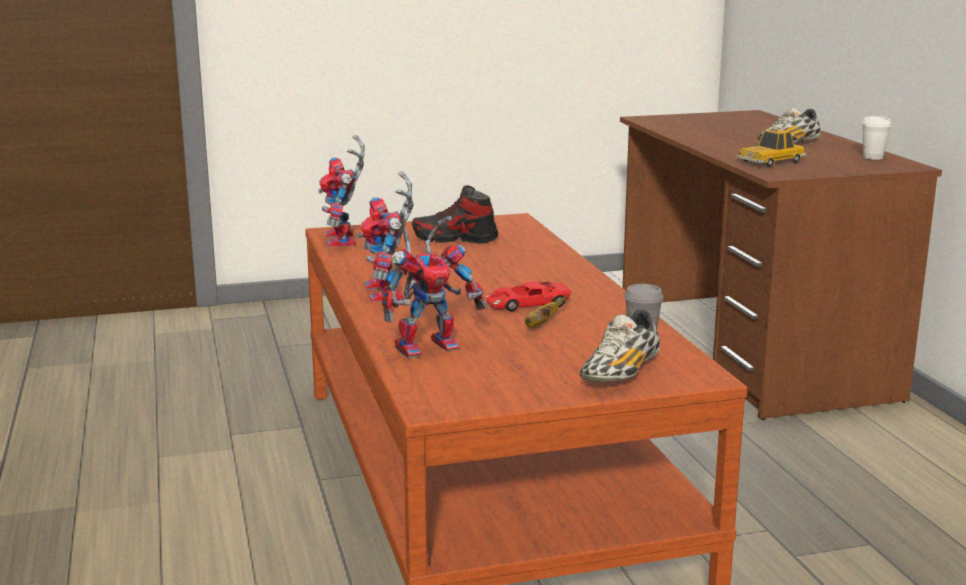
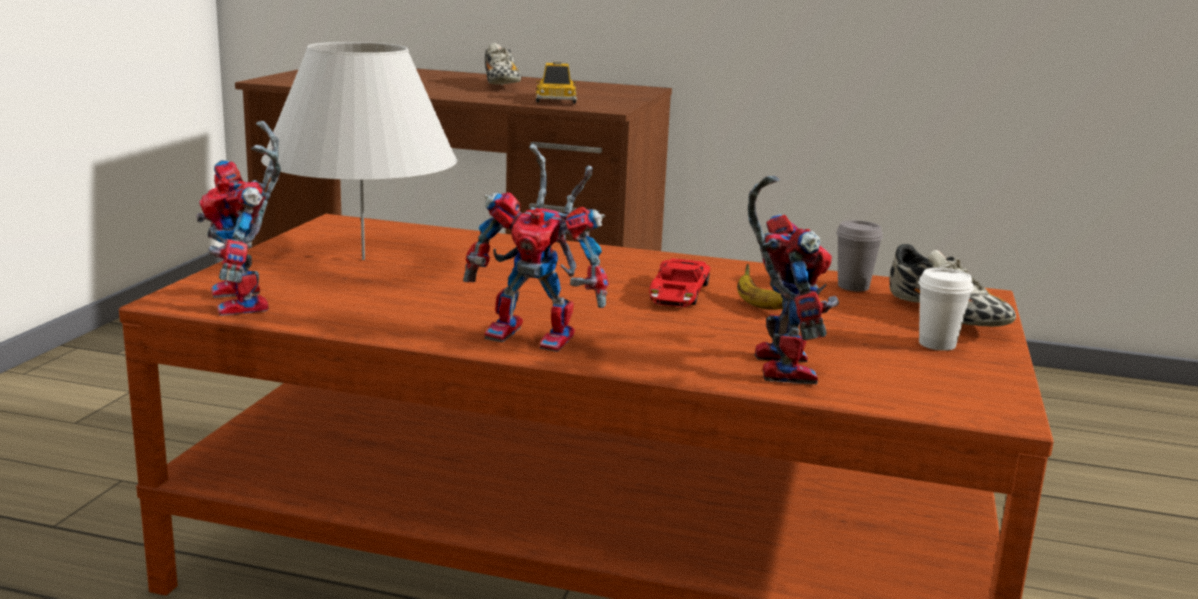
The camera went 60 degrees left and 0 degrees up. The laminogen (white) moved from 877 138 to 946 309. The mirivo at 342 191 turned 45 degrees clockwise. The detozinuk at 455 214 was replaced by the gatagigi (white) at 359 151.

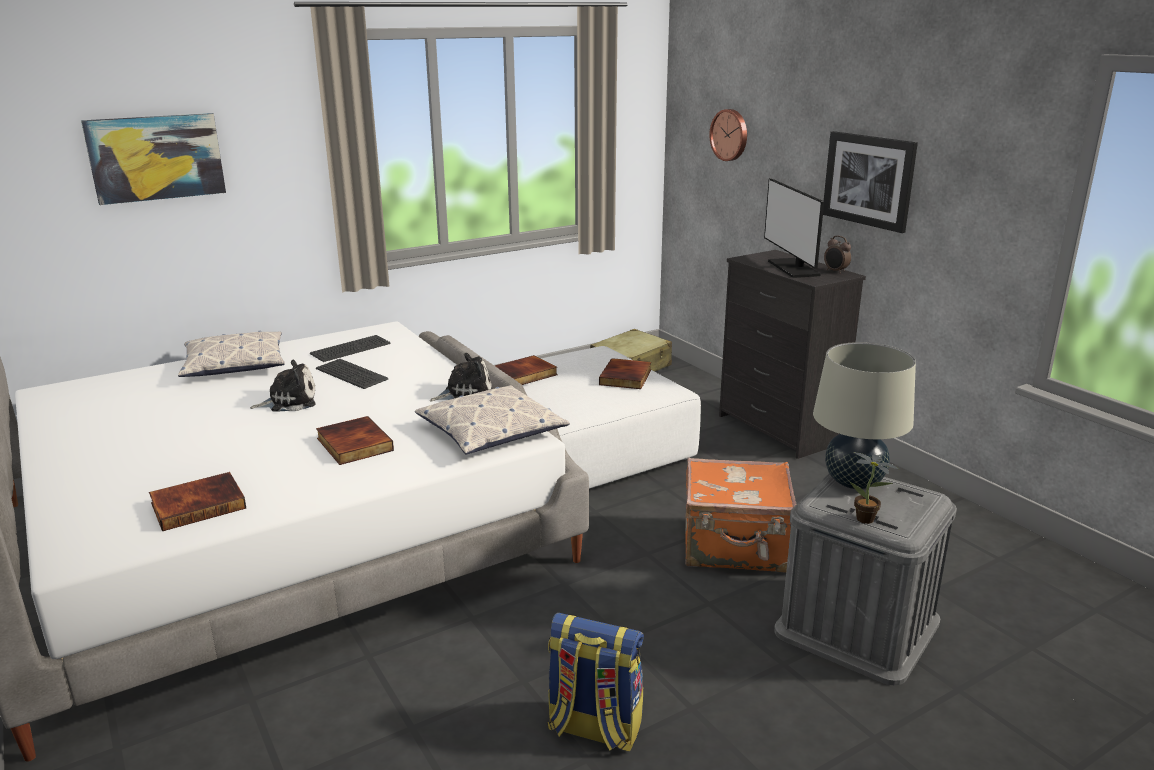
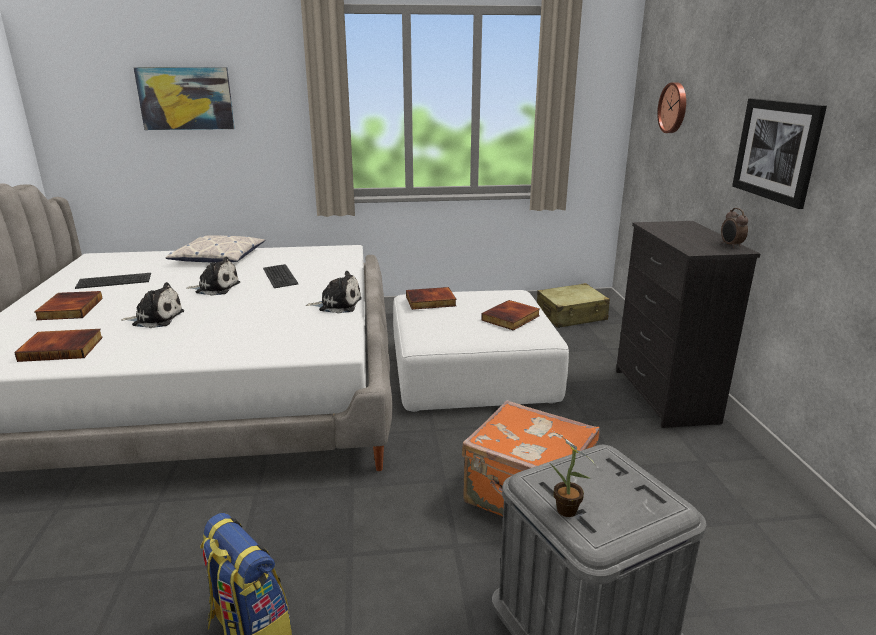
The camera went 25 degrees right and 0 degrees up. The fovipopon at 794 228 disappeared. The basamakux moved from 350 348 to 113 281. The gatagigi (beige) at 864 415 disappeared. The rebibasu at 492 420 disappeared. The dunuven moved from 355 440 to 68 305. The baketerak at 152 305 appeared.

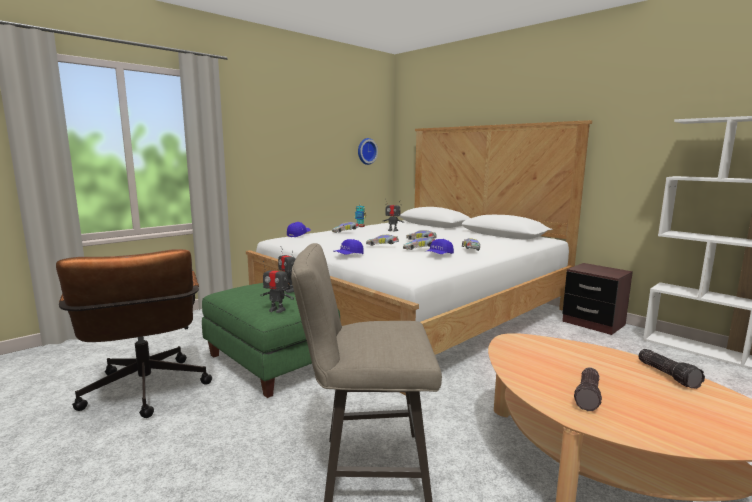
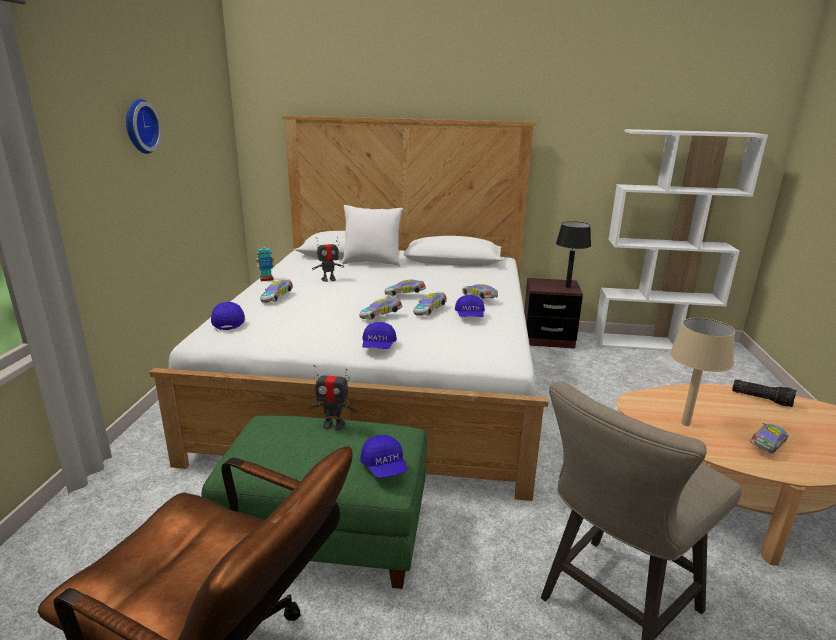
The camera went 40 degrees left and 10 degrees up. The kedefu moved from 368 151 to 144 126. The mirivo at 277 287 was replaced by the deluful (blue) at 383 456. The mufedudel at 588 389 was replaced by the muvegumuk at 769 438. The rebibasu (white) at 372 235 appeared. The gatagigi (black) at 573 254 appeared. The gatagigi (beige) at 702 372 appeared.

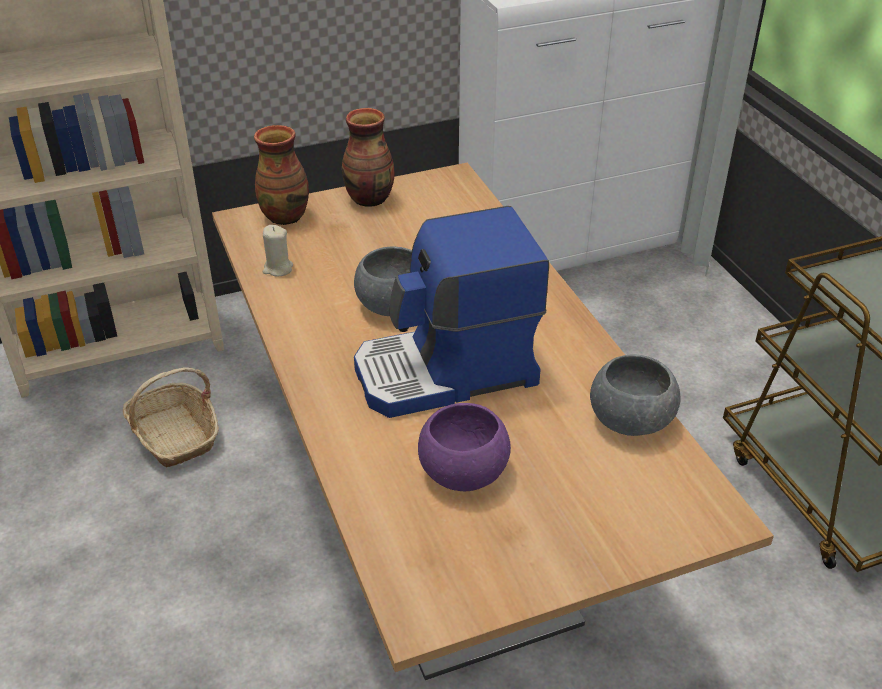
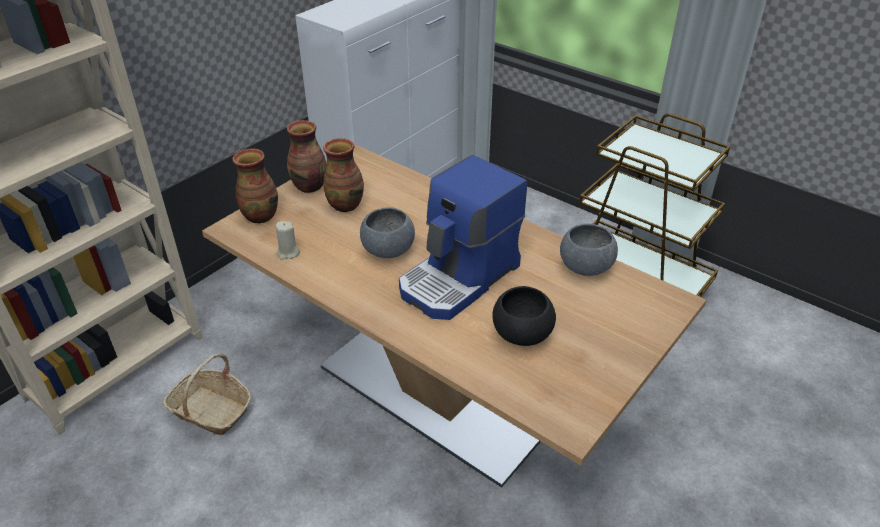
The camera went 30 degrees left and 0 degrees up. The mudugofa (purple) at 464 447 became the mudugofa (black) at 524 316. The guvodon at 343 175 appeared.

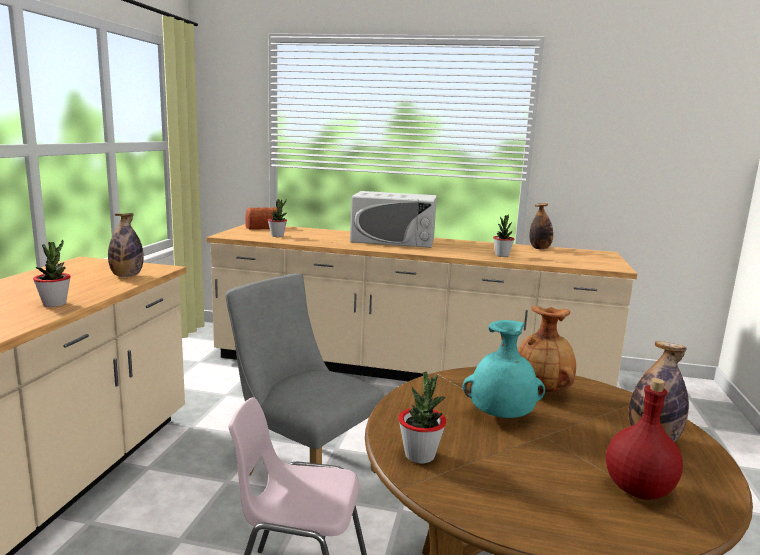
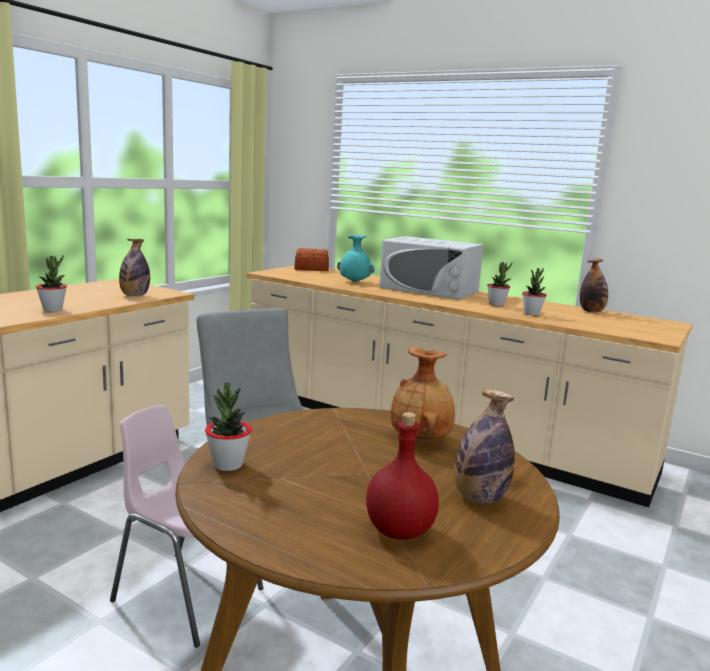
The camera went 20 degrees right and 0 degrees up. The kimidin moved from 277 218 to 499 284. The guvodon (turquoise) moved from 503 369 to 356 258.

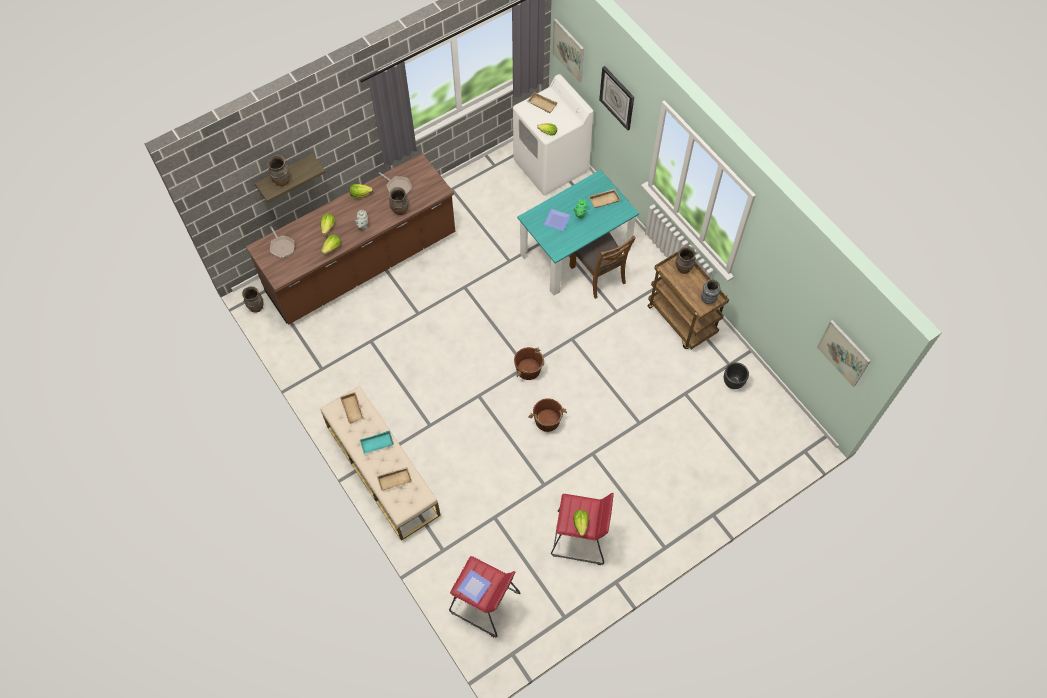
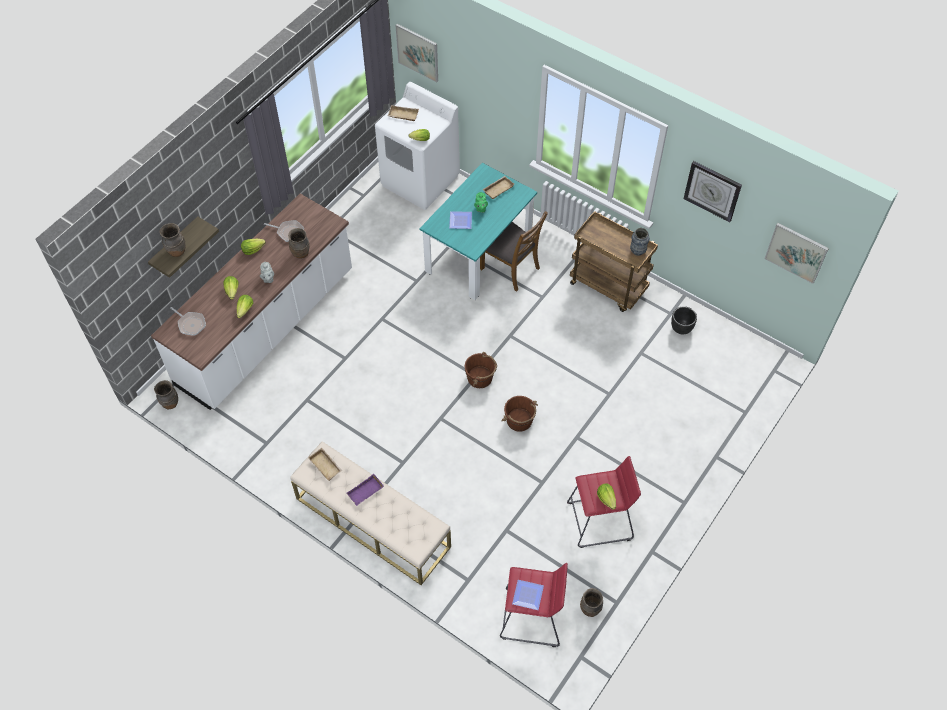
The camera went 20 degrees left and 5 degrees down. The kedefu moved from 616 98 to 712 191. The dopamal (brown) at 350 239 became the dopamal (white) at 251 302. The guvodon (brown) moved from 685 260 to 591 602. The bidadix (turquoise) at 377 442 became the bidadix (purple) at 365 490. The bidadix (beige) at 394 479 disappeared.

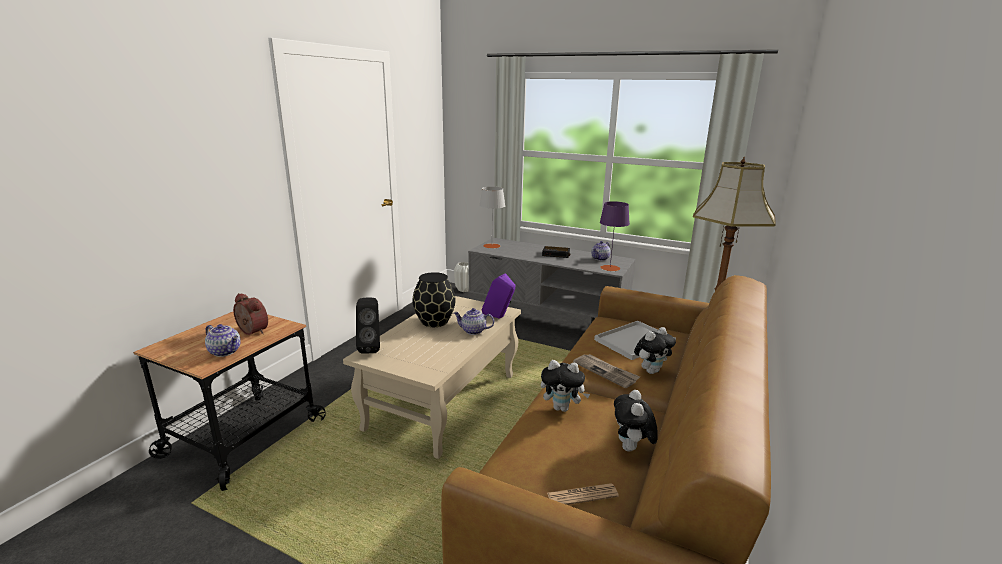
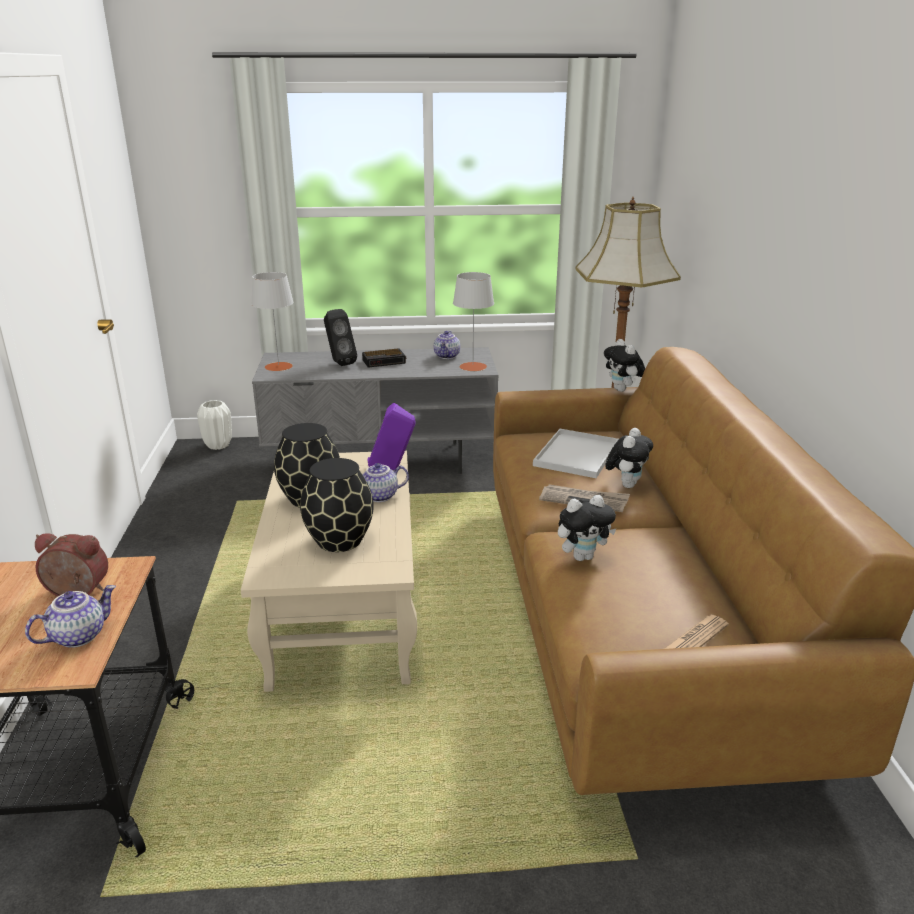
The camera went 30 degrees left and 5 degrees up. The gatagigi (purple) at 615 236 became the gatagigi (grey) at 473 321. The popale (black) moved from 368 325 to 340 337. The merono at 223 340 turned 45 degrees counterclockwise. The baketerak moved from 636 421 to 624 365. The guvodon (black) at 337 505 appeared.

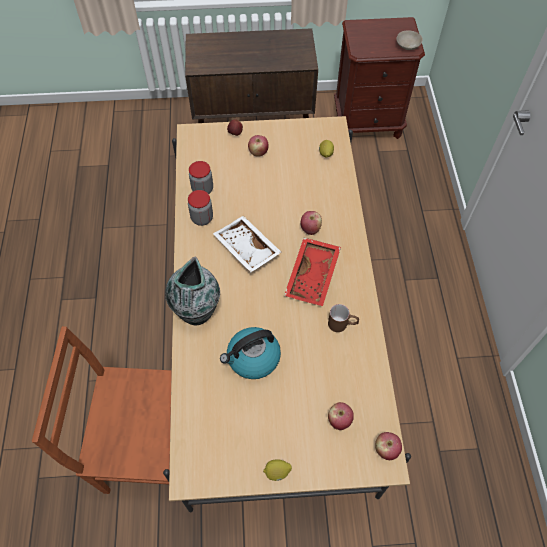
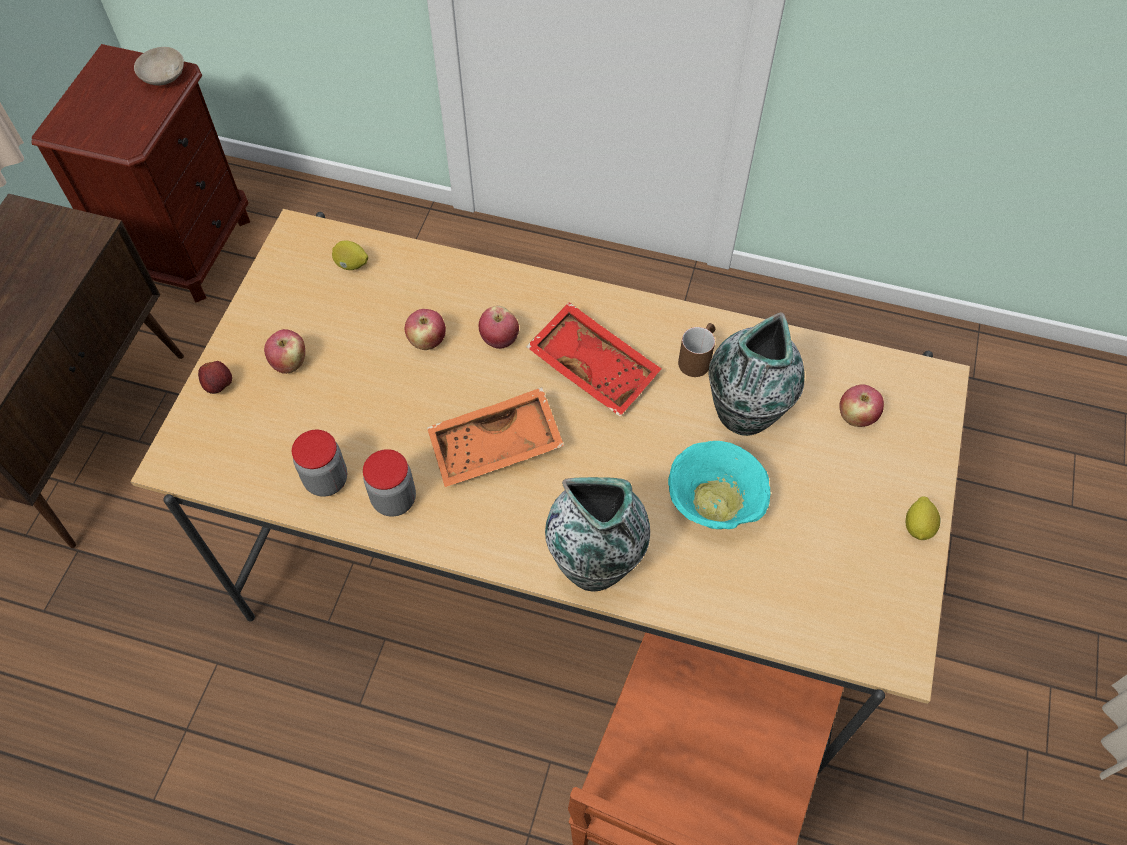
The camera went 70 degrees left and 0 degrees up. The bidadix (white) at 247 244 became the bidadix (orange) at 495 437. The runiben at 250 353 was replaced by the mudugofa (turquoise) at 719 485. The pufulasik moved from 388 446 to 425 329. The guvodon at 756 374 appeared.

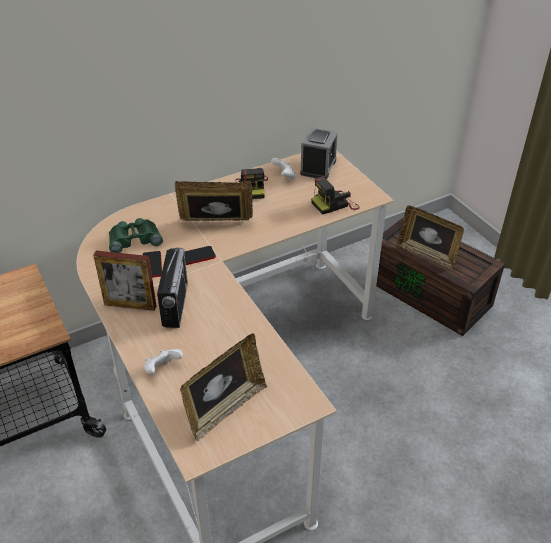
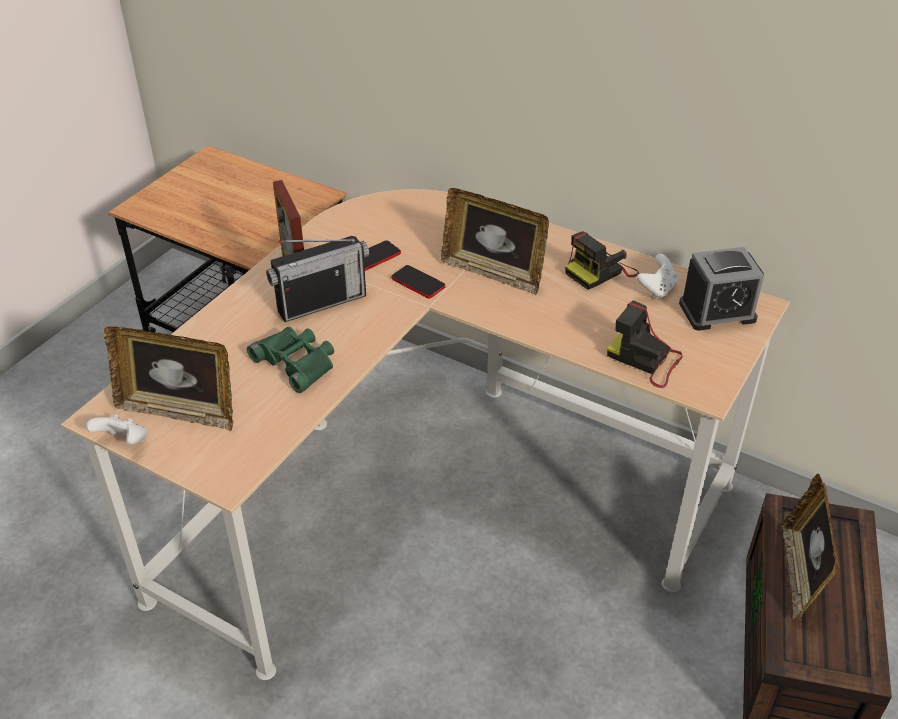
The camera went 60 degrees right and 0 degrees up. The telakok at 214 201 turned 150 degrees clockwise. The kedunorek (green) moved from 136 235 to 290 359. The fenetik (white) moved from 163 361 to 116 429.

